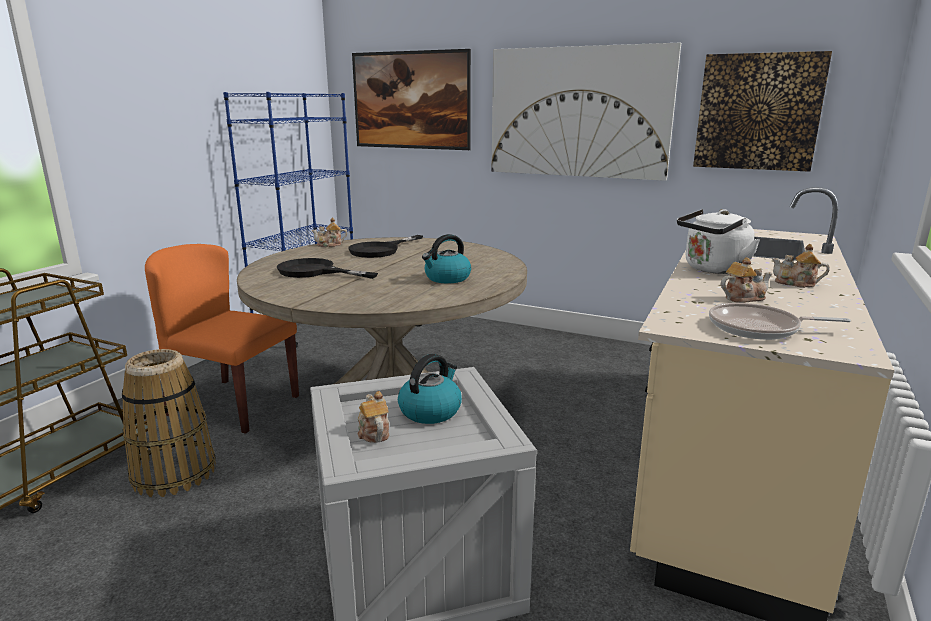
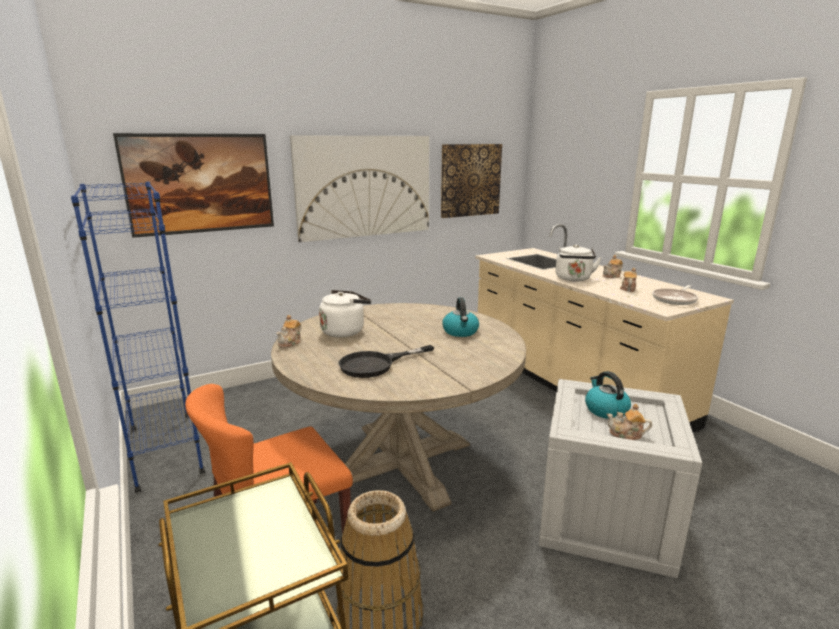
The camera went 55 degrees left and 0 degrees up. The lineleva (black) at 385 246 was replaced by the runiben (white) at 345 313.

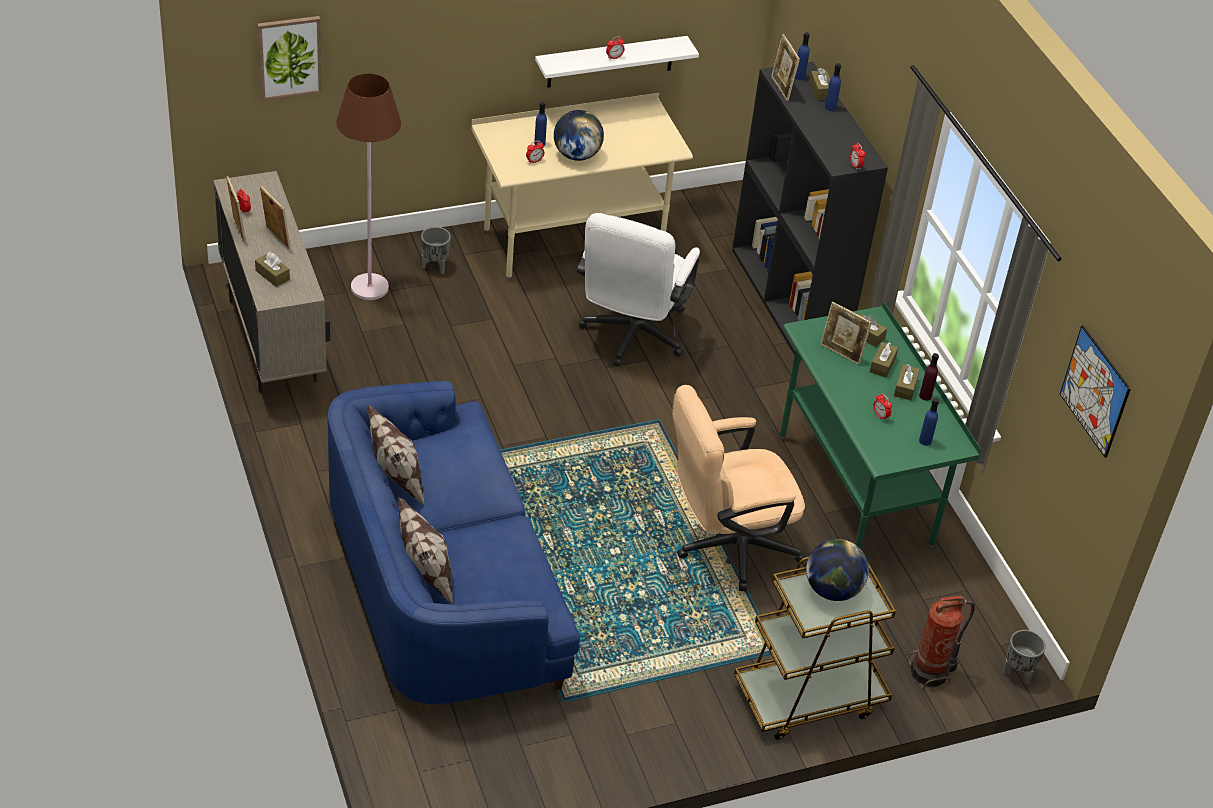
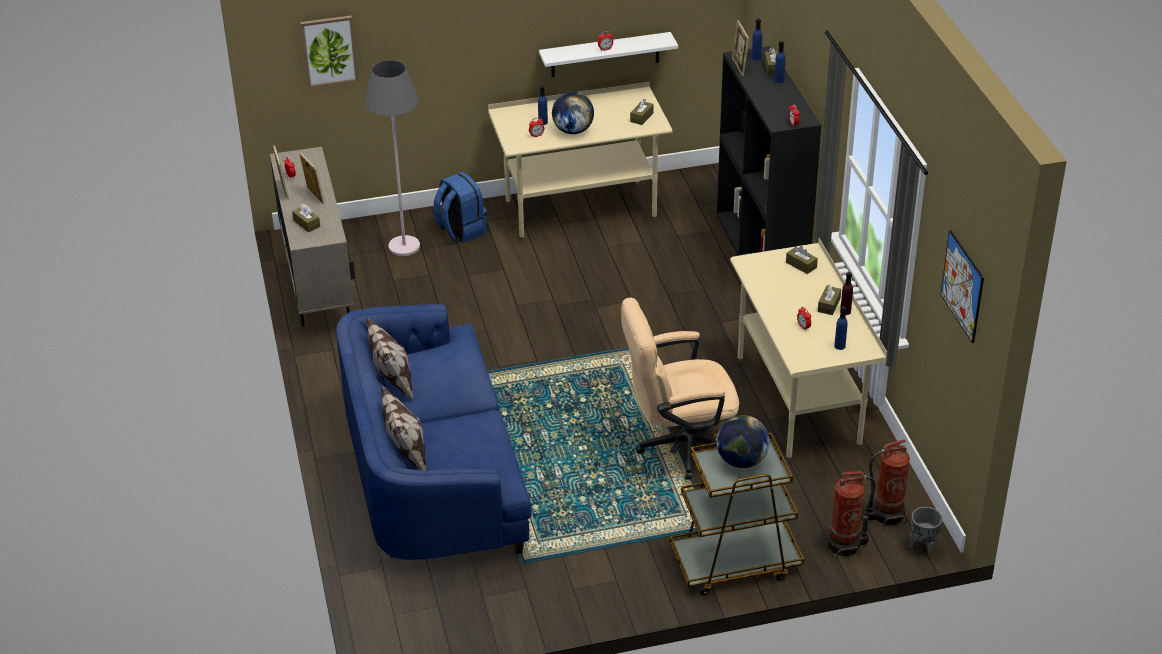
The camera went 10 degrees right and 5 degrees down. The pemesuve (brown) at 368 186 became the pemesuve (grey) at 392 158. The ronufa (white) at 638 290 disappeared. The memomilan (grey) at 436 250 was replaced by the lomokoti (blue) at 460 207. The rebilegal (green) at 880 425 became the rebilegal (beige) at 808 349. The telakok at 846 333 disappeared. The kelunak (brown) moved from 884 360 to 642 111. The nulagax at 889 482 appeared.

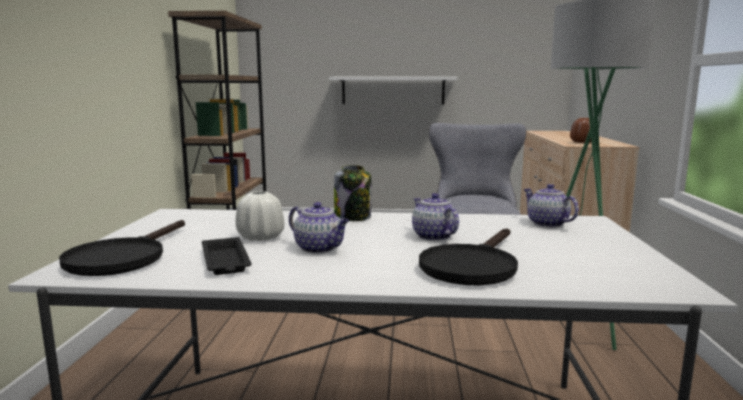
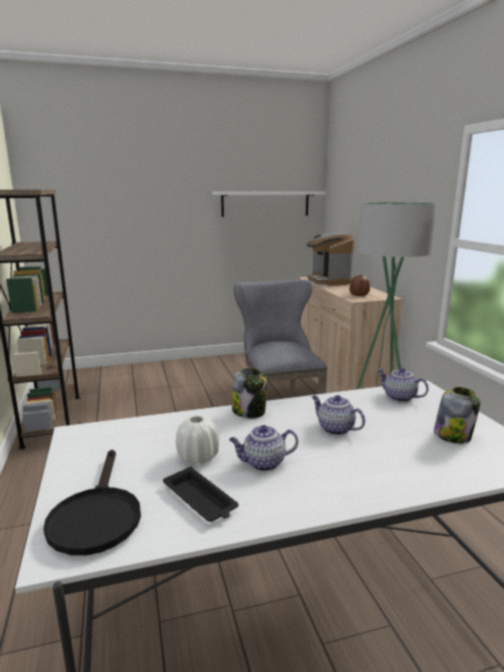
The camera went 20 degrees left and 5 degrees up. The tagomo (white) moved from 393 91 to 269 204. The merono at 319 227 turned 150 degrees clockwise. The lineleva (black) at 468 256 disappeared. The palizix at 330 259 appeared. The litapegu at 457 415 appeared.

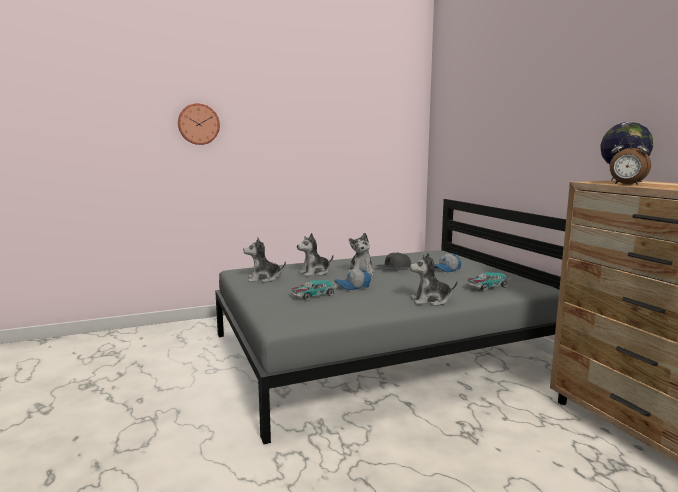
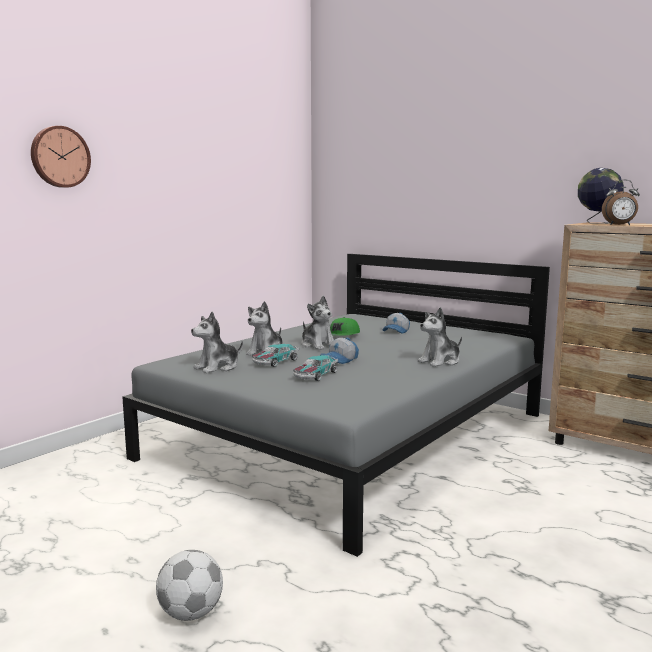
The camera went 30 degrees left and 0 degrees up. The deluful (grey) at 393 260 became the deluful (green) at 345 326. The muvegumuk moved from 489 281 to 275 355. The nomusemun at 189 585 appeared.

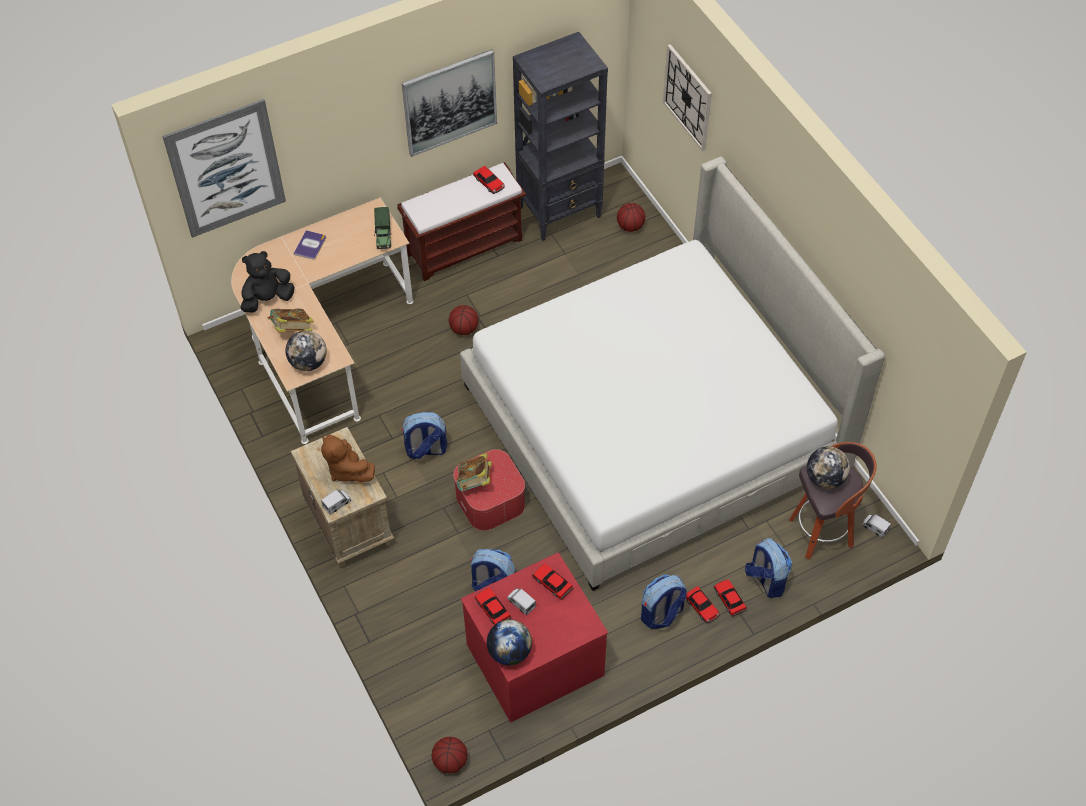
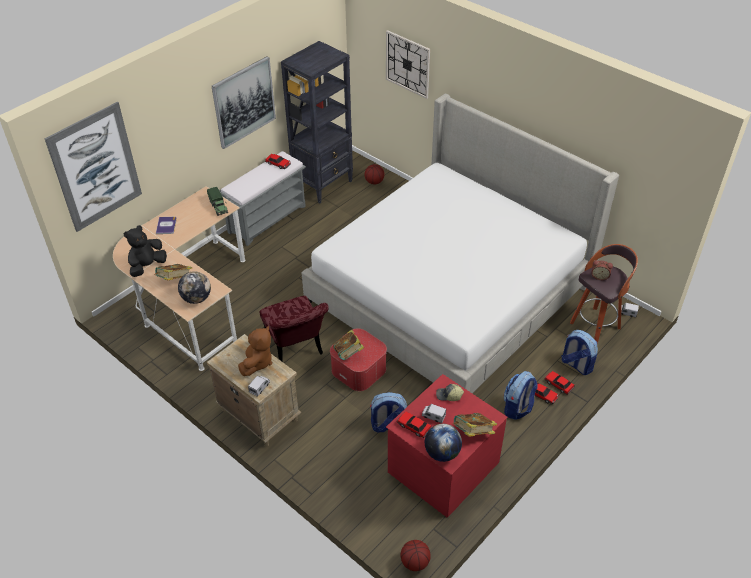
The camera went 20 degrees left and 10 degrees down. The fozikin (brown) at 461 221 became the fozikin (grey) at 262 198. The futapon at 464 320 disappeared. The lomokoti at 424 435 was replaced by the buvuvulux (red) at 294 329. The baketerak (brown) at 348 458 turned 105 degrees counterclockwise. The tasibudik at 828 467 was replaced by the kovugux at 602 270. The muvegumuk at 552 581 was replaced by the deluful at 450 392. The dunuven at 475 425 appeared.

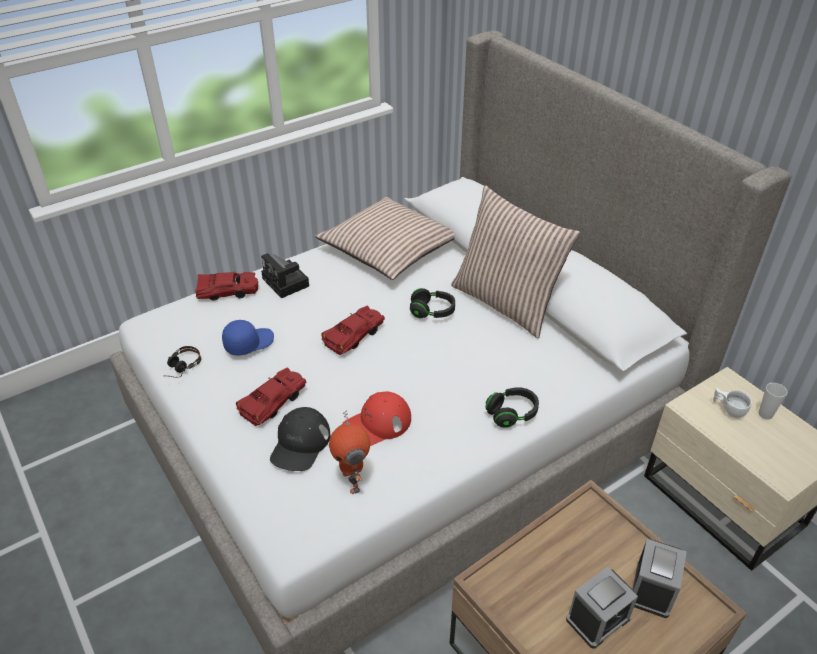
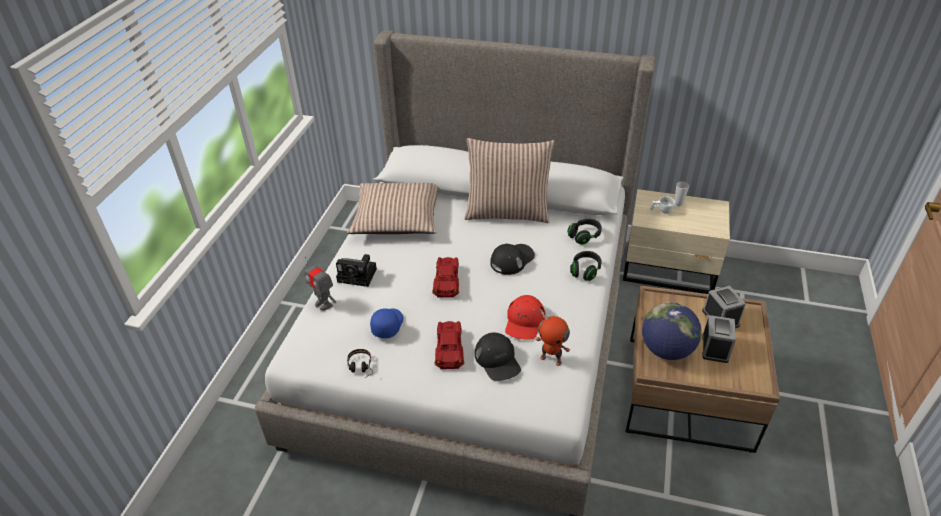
The camera went 40 degrees left and 0 degrees up. The muvegumuk (red) at 227 286 was replaced by the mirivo at 320 284. The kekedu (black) moved from 432 303 to 584 232. The deluful (black) at 512 259 appeared. The tasibudik at 672 331 appeared.

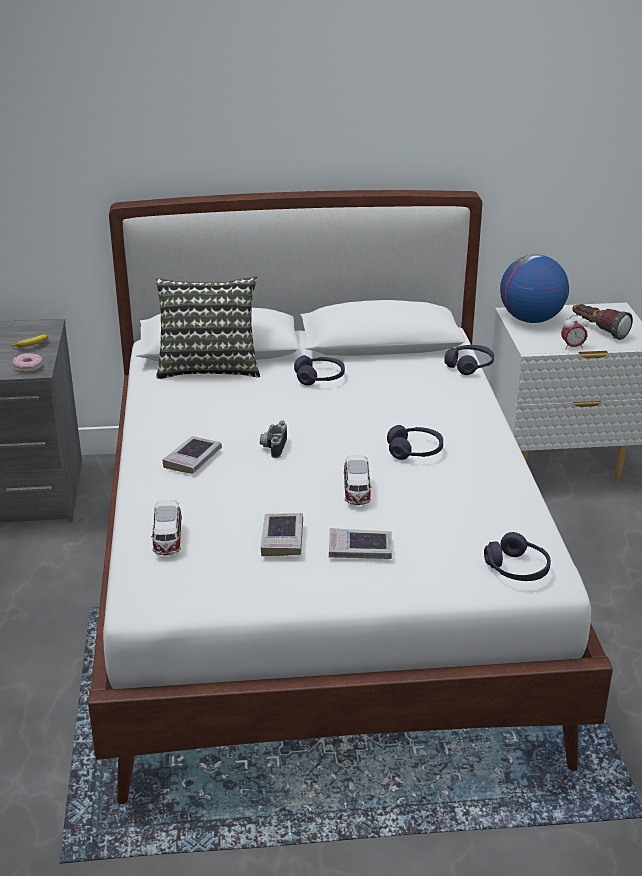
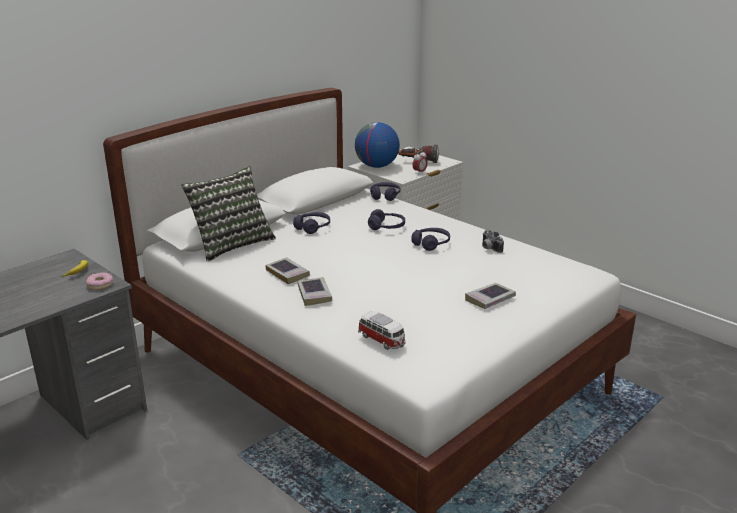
The camera went 40 degrees left and 5 degrees down. The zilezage moved from 273 439 to 493 241. The muvegumuk at 358 480 disappeared. The dunuven moved from 281 534 to 287 270. The kekedu (purple) moved from 517 556 to 386 219.

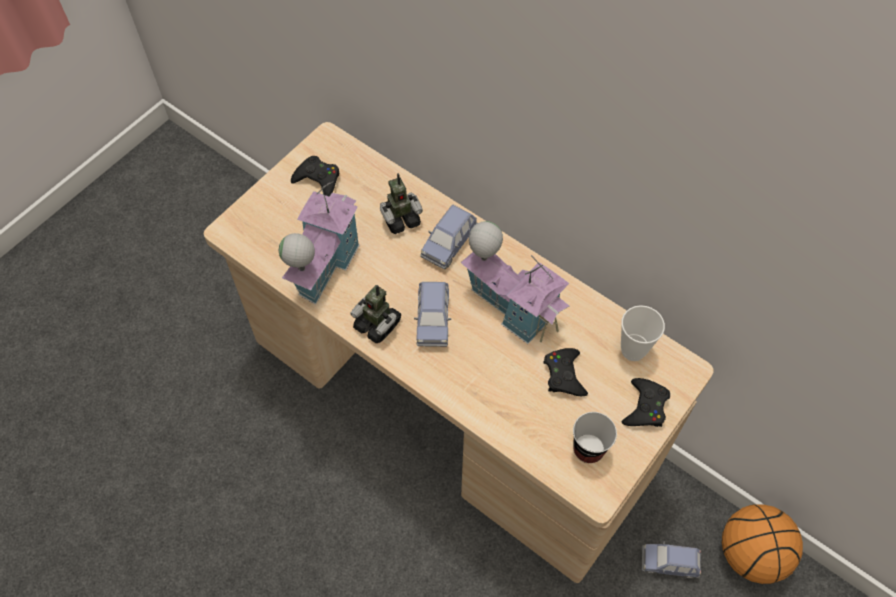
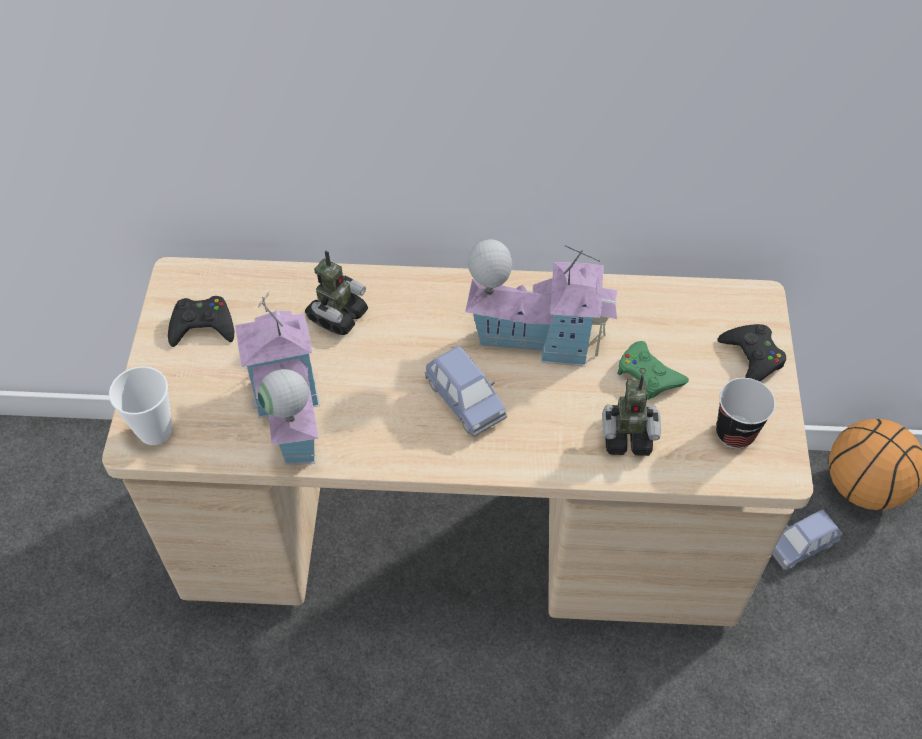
The camera went 35 degrees left and 5 degrees down. The muvegumuk (blue) at 448 237 disappeared. The mirivo moved from 375 314 to 631 415. The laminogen moved from 643 333 to 140 405. The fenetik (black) at 566 372 became the fenetik (green) at 653 370.

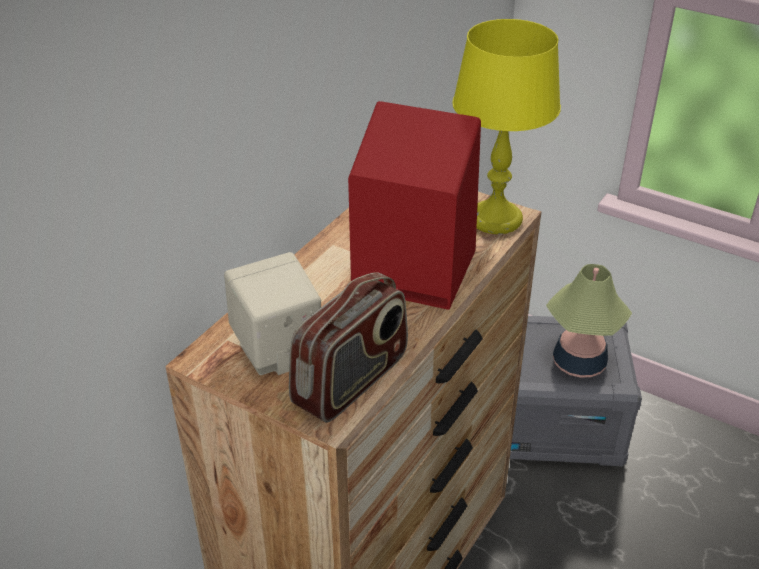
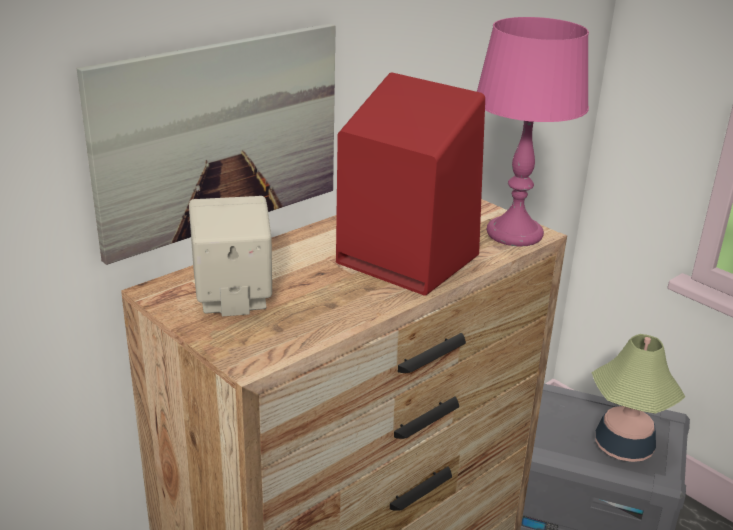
The camera went 15 degrees right and 10 degrees down. The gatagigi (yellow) at 506 126 became the gatagigi (pink) at 533 131. The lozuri at 348 347 disappeared. The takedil at 206 144 appeared.

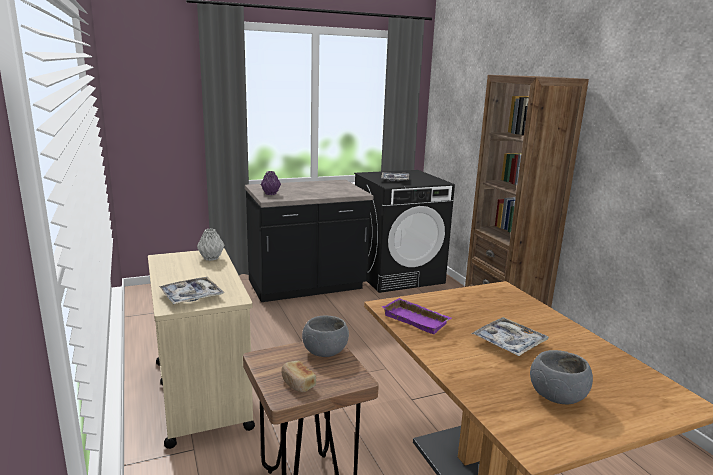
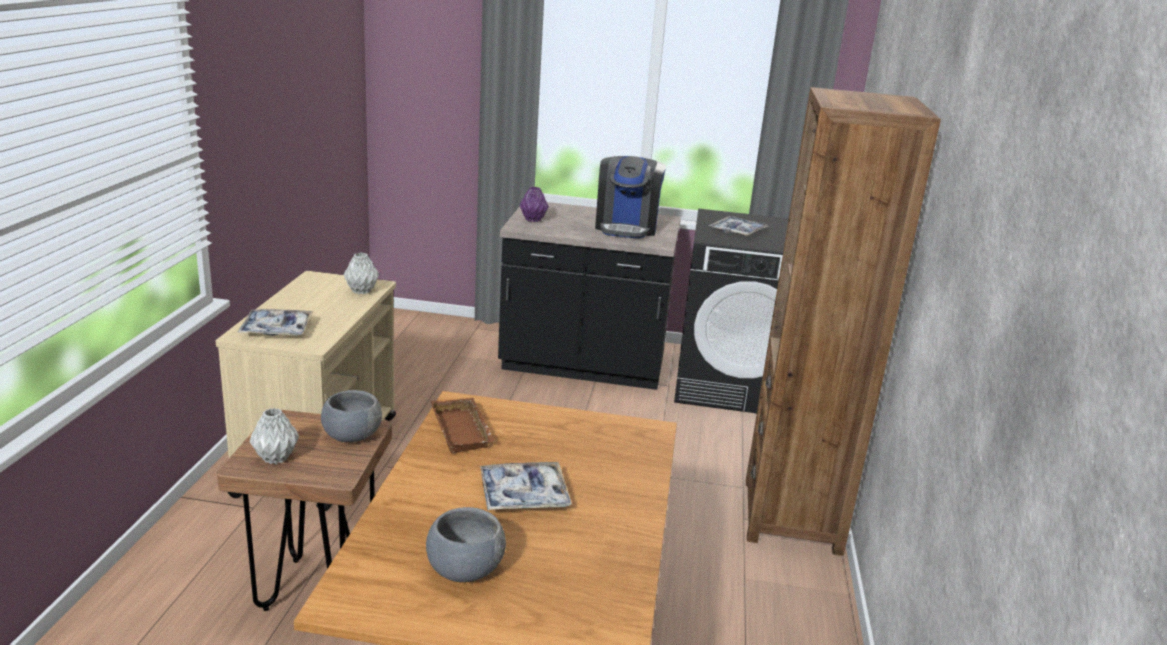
The camera went 30 degrees right and 5 degrees up. The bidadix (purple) at 416 316 became the bidadix (brown) at 463 426. The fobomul at 298 376 was replaced by the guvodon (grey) at 274 436. The palizix at 630 197 appeared.

